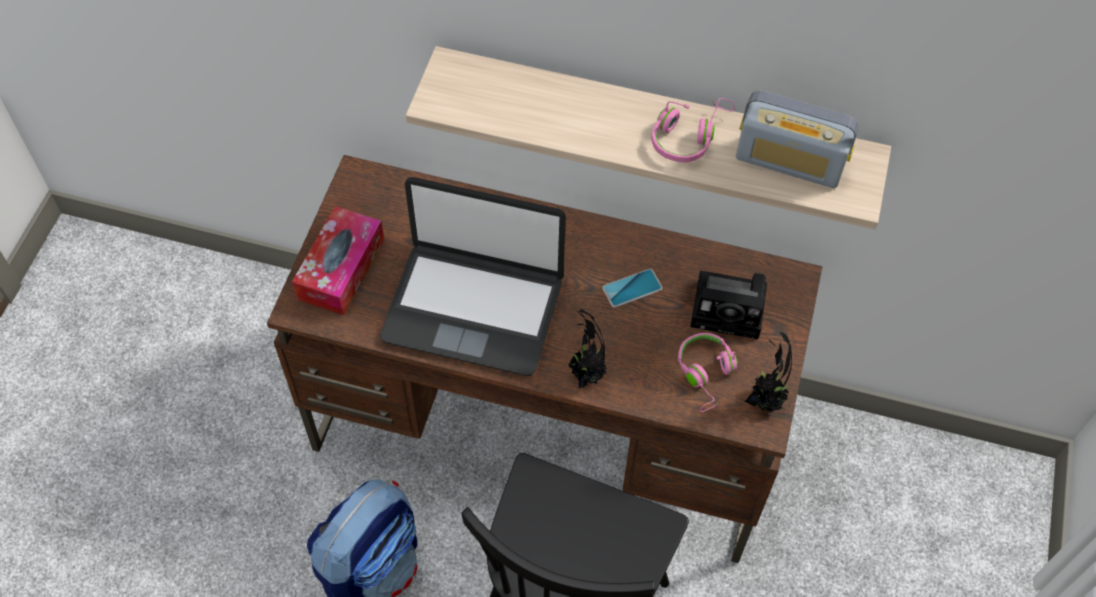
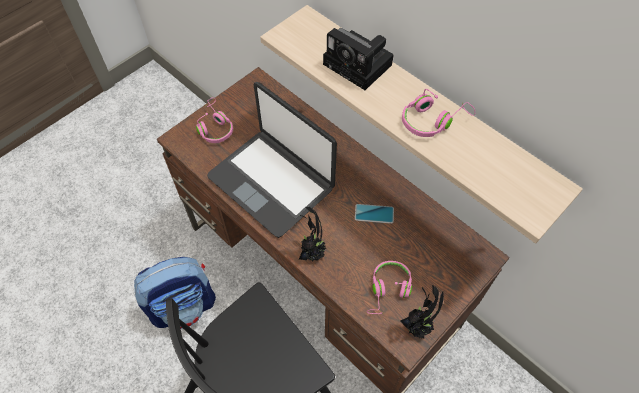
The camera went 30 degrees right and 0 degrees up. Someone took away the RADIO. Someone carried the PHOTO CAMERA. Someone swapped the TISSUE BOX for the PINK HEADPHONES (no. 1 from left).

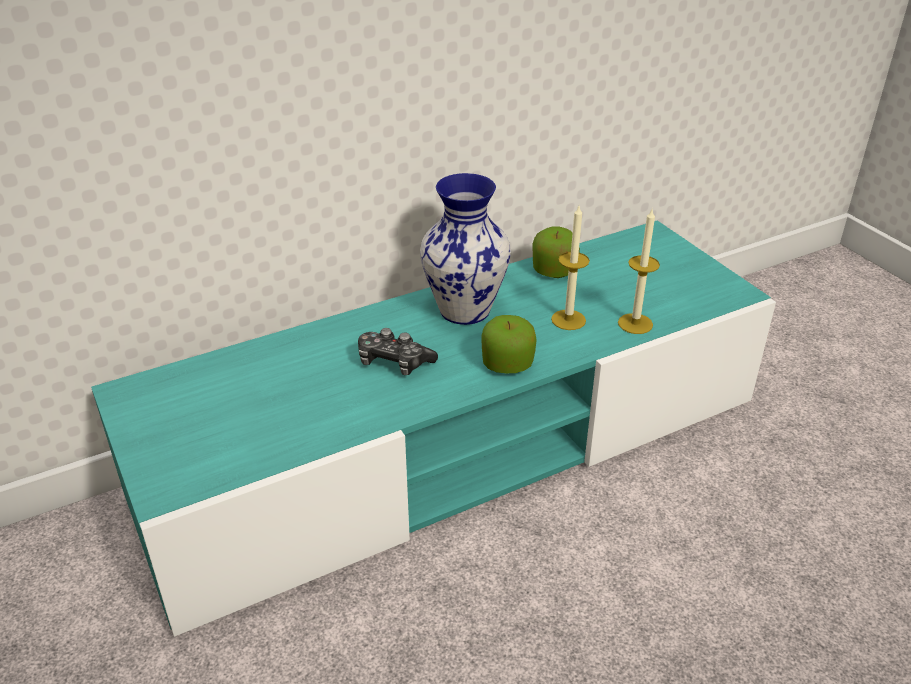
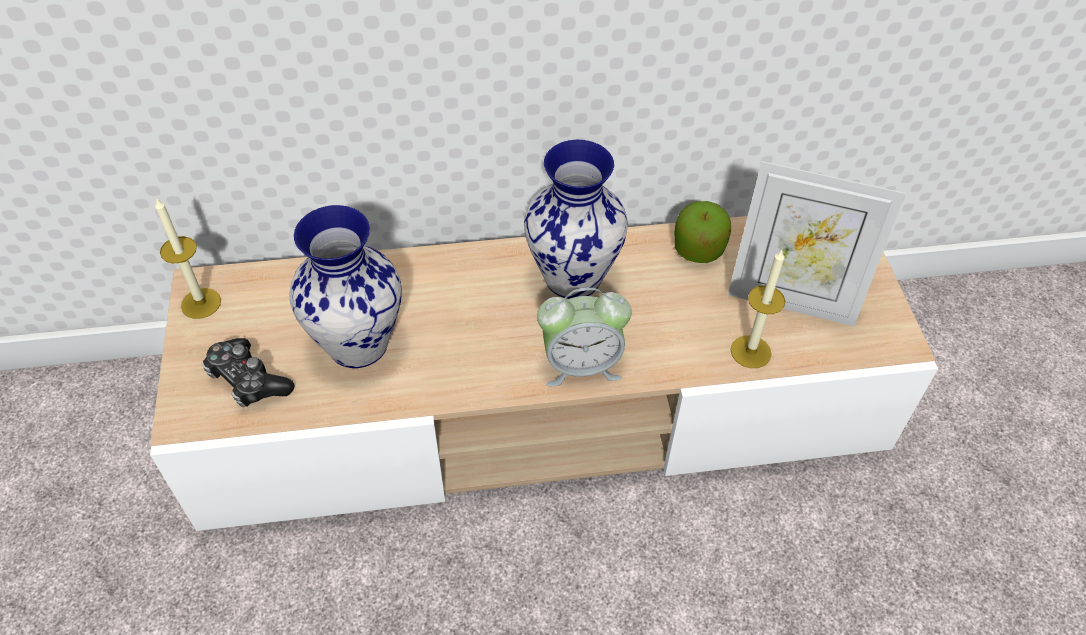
The camera went 20 degrees right and 15 degrees up. Someone put down the VASE (no. 1 from left). Someone put down the PICTURE FRAME. Someone carried the GAME CONTROLLER. Someone carried the CANDLE (no. 1 from left). Someone swapped the APPLE (no. 1 from left) for the ALARM CLOCK. Someone repainted the TURQUOISE TV STAND, which became the BEIGE TV STAND.

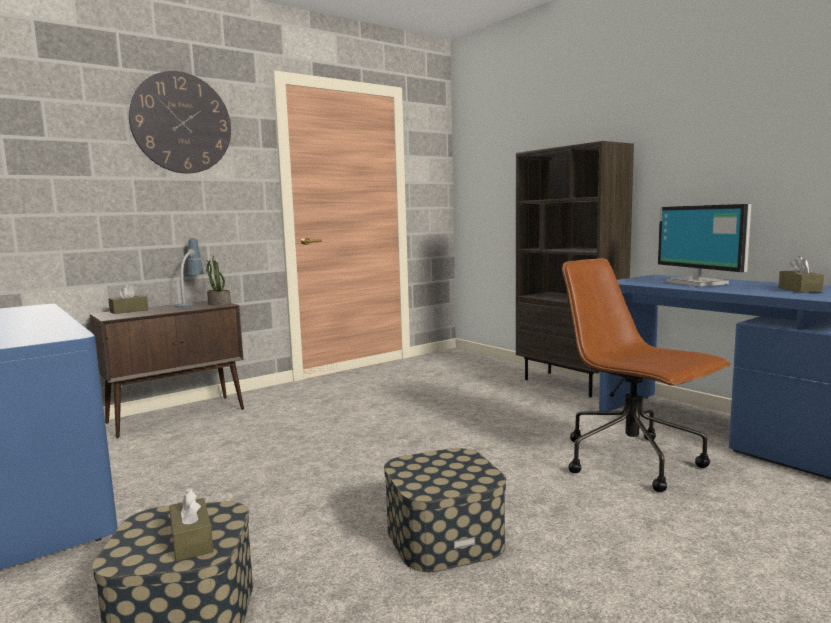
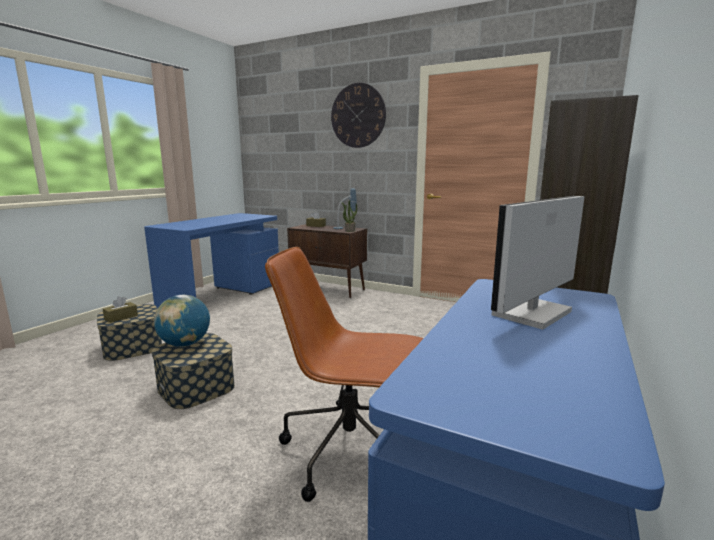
The camera went 65 degrees right and 5 degrees up. Someone took away the BROWN TISSUE BOX (no. 3 from left). Someone put down the GLOBE. Someone rotated the BROWN OFFICE CHAIR by 105 degrees counterclockwise.

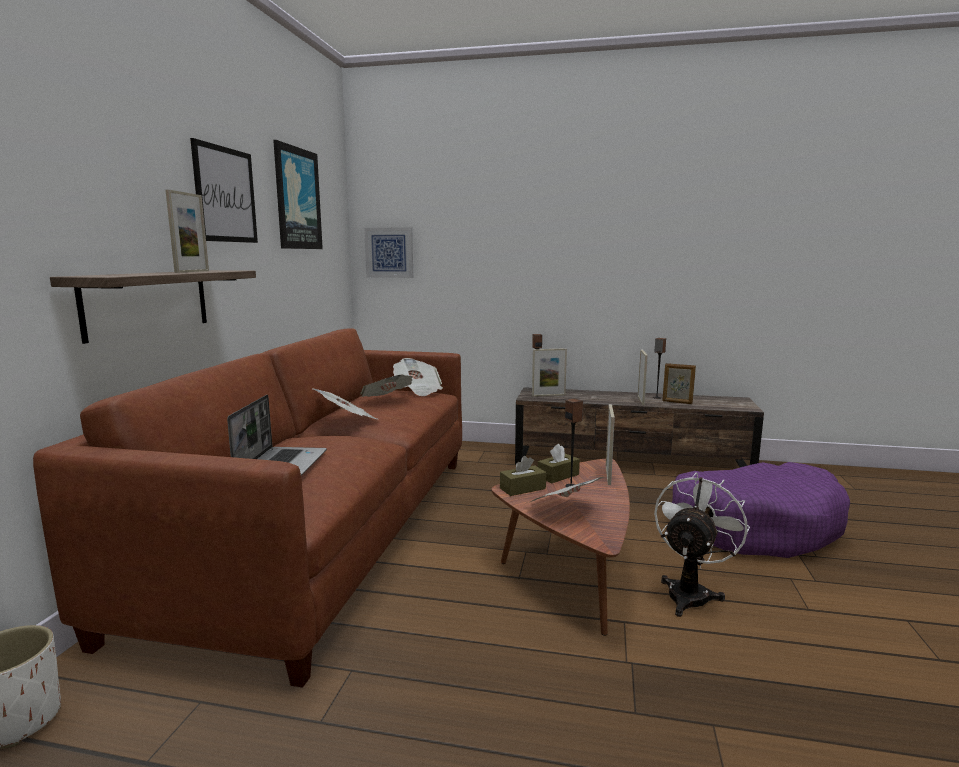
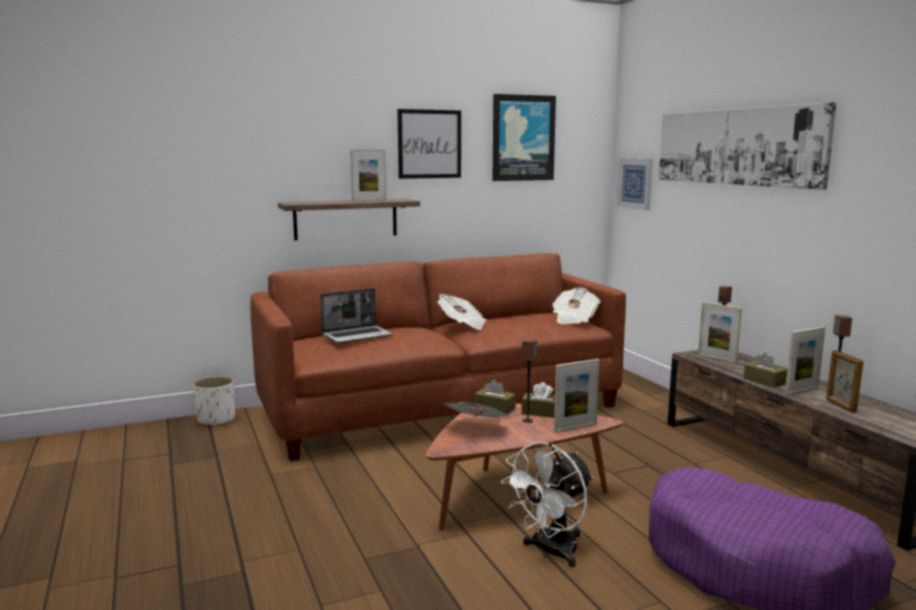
The camera went 55 degrees right and 0 degrees up. Someone took away the NEWSPAPER (no. 2 from left). Someone put up the PICTURE (no. 4 from left). Someone put down the BROWN TISSUE BOX (no. 3 from left). Someone rotated the WHITE FAN by 135 degrees clockwise.

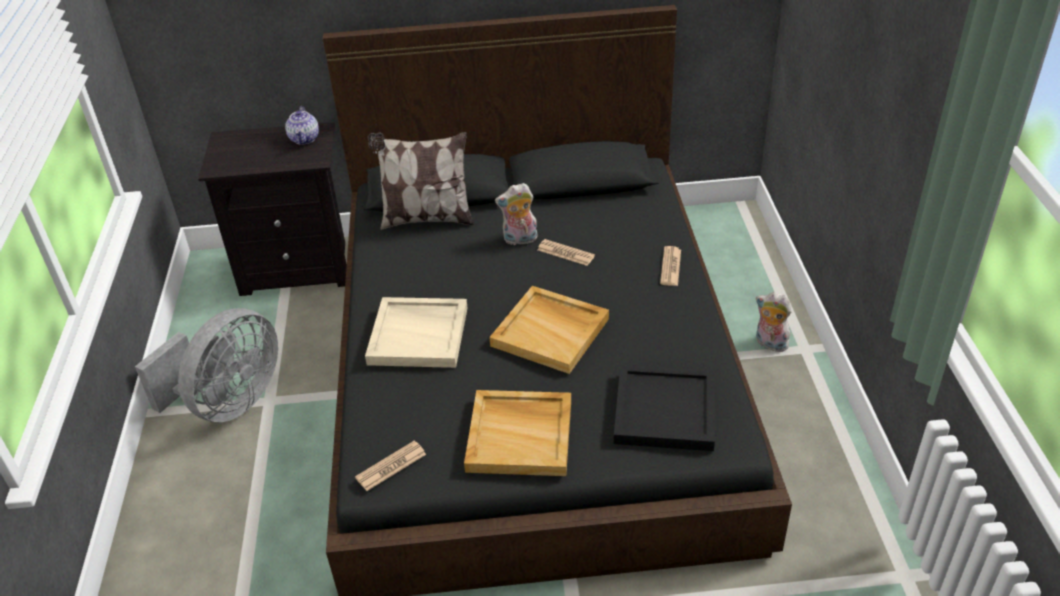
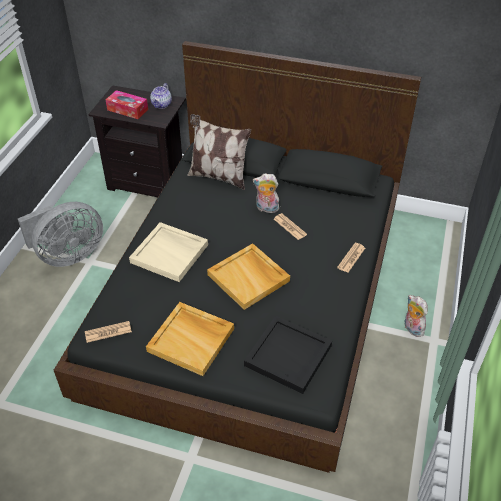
The camera went 20 degrees right and 5 degrees up. Someone put down the TISSUE BOX.

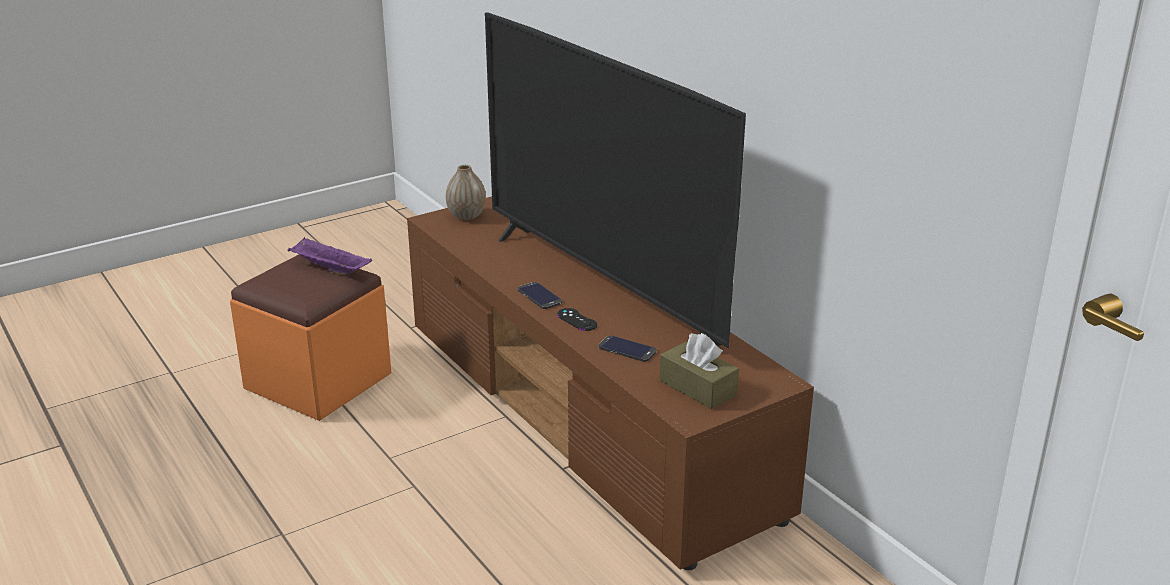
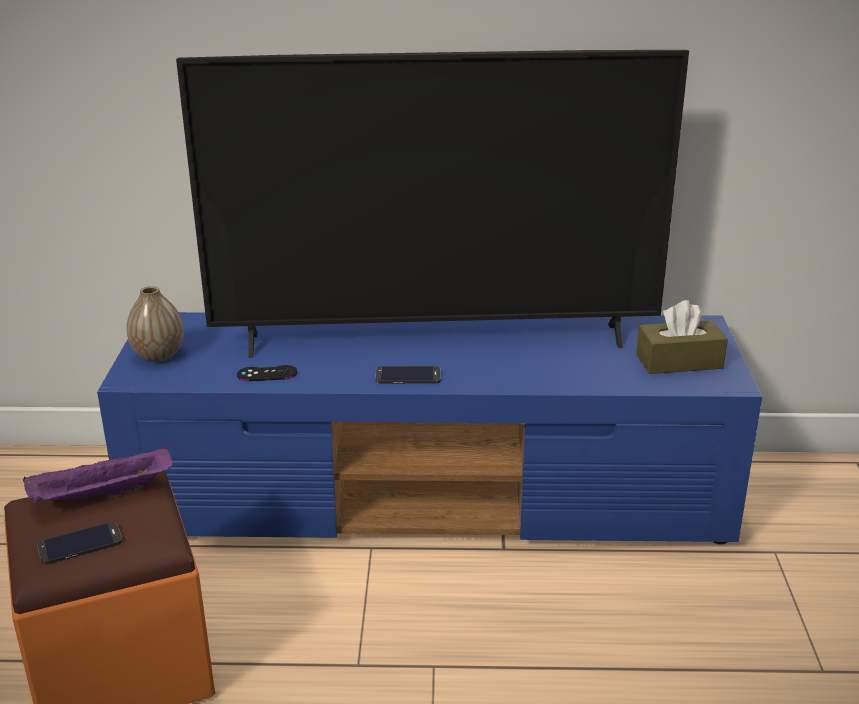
The camera went 55 degrees left and 0 degrees up. Someone carried the BLACK GAME CONTROLLER. Someone carried the PHONE (no. 2 from left in the first image). Someone repainted the BROWN TV STAND, which became the BLUE TV STAND.

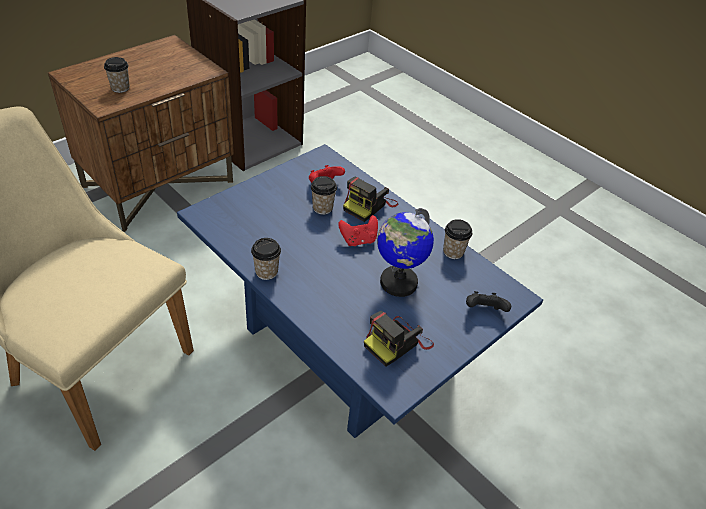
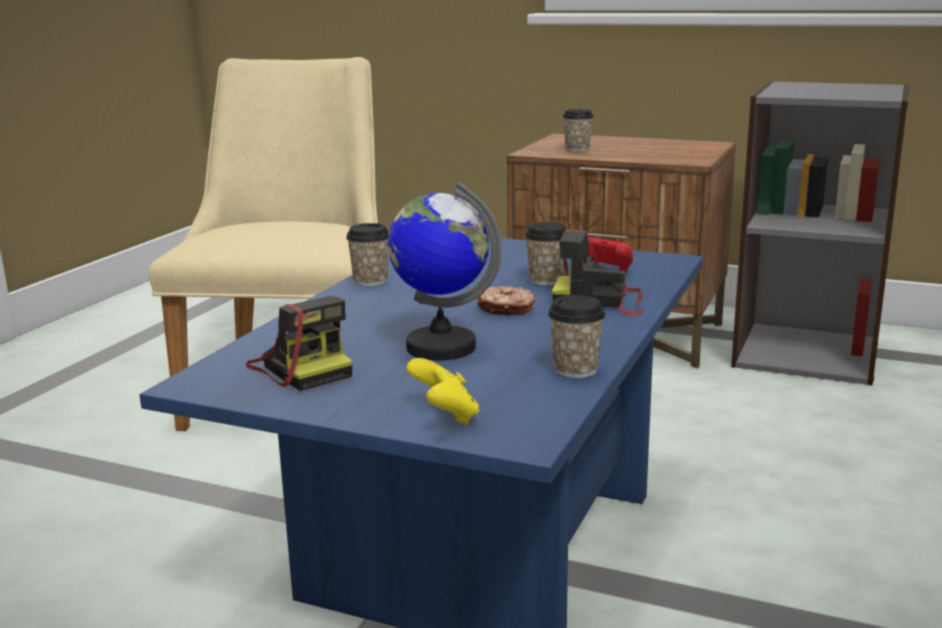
The camera went 70 degrees right and 25 degrees down. Someone swapped the RED GAME CONTROLLER (no. 2 from left) for the DONUT. Someone repainted the BLACK GAME CONTROLLER, which became the YELLOW GAME CONTROLLER. Someone rotated the PHOTO CAMERA (no. 2 from left in the first image) by 150 degrees counterclockwise.

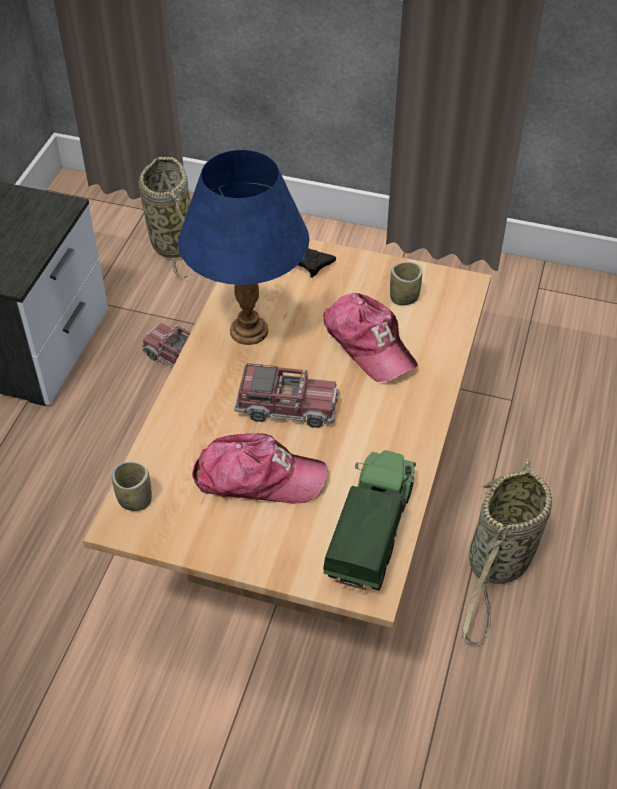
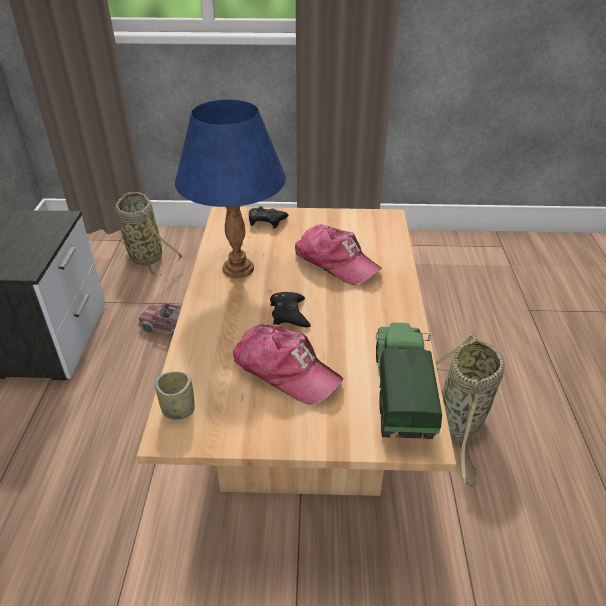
The camera went 15 degrees left and 10 degrees down. Someone took away the CUP (no. 2 from left). Someone swapped the TOY TRUCK (no. 2 from left) for the BLACK GAME CONTROLLER (no. 2 from left). Someone rotated the CAP (no. 1 from left) by 45 degrees clockwise.

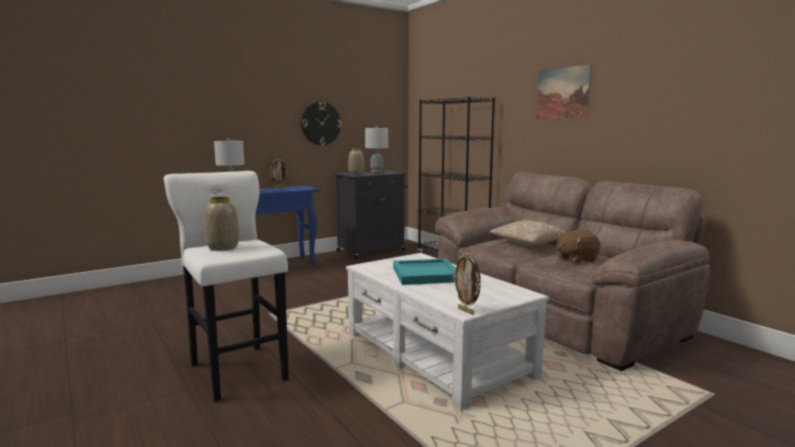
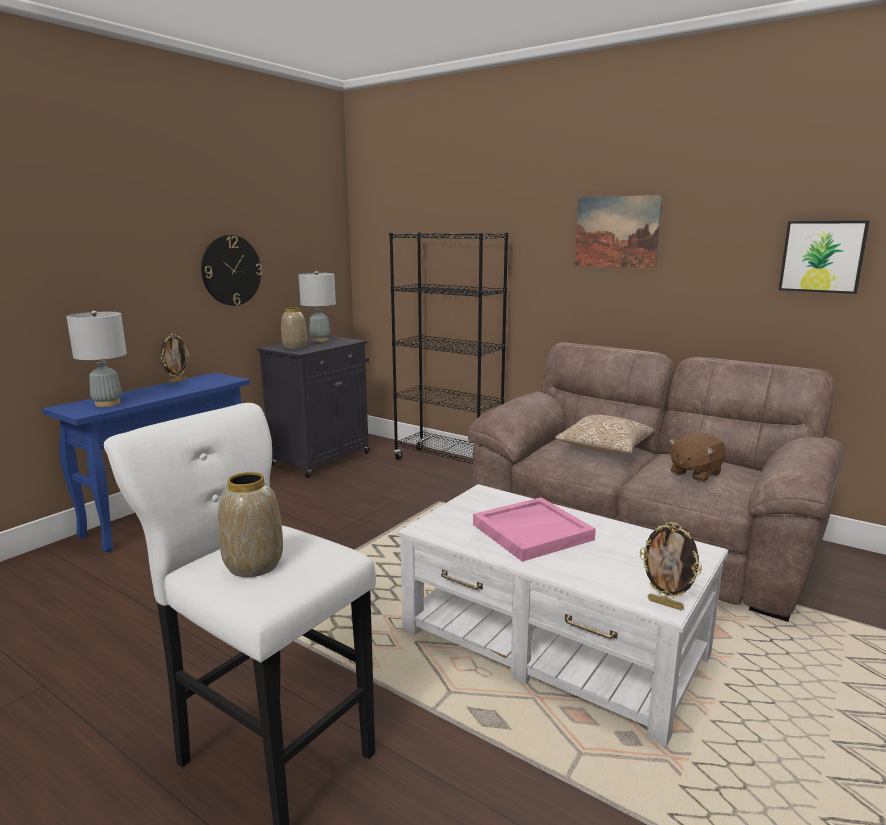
The camera went 20 degrees left and 5 degrees up. Someone put up the PICTURE (no. 2 from left). Someone repainted the TURQUOISE TRAY, which became the PINK TRAY.

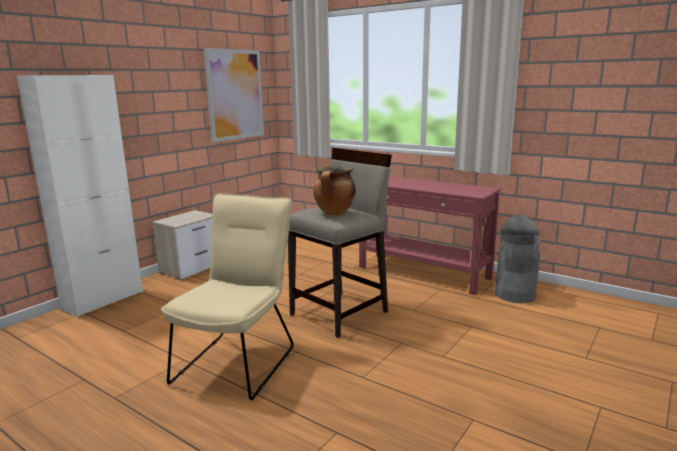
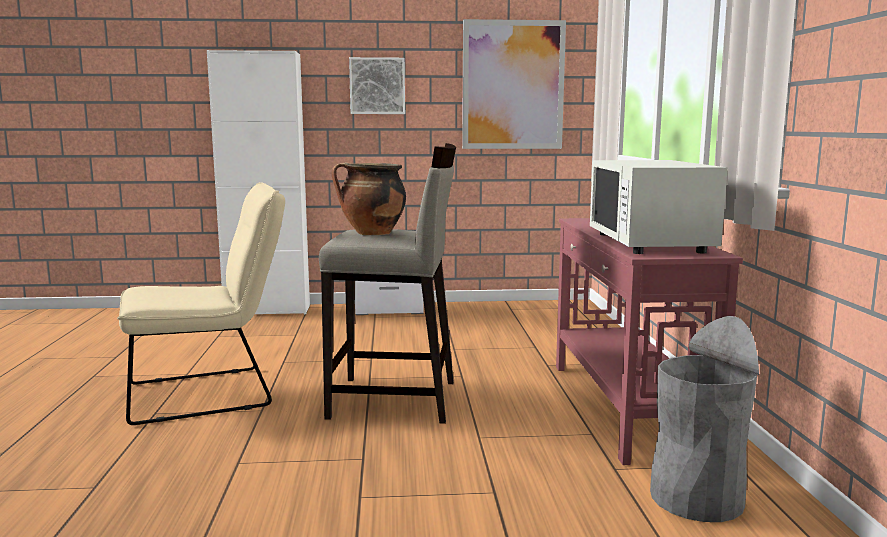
The camera went 50 degrees right and 5 degrees down. Someone put up the PICTURE (no. 1 from left). Someone put down the WHITE MICROWAVE.

